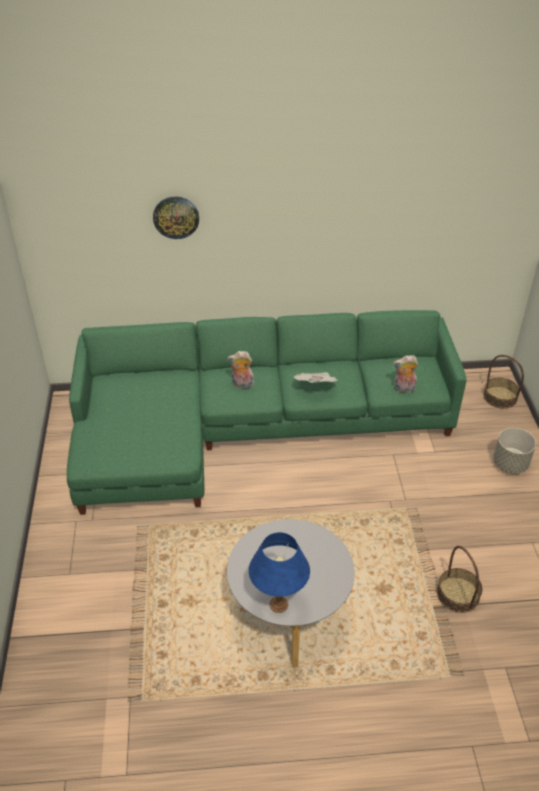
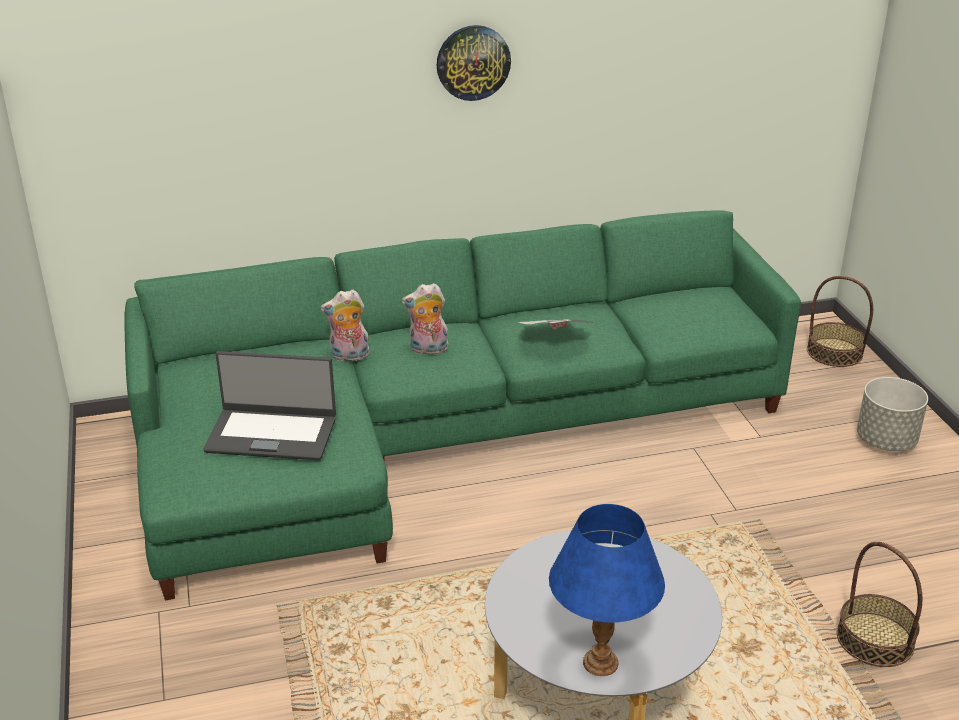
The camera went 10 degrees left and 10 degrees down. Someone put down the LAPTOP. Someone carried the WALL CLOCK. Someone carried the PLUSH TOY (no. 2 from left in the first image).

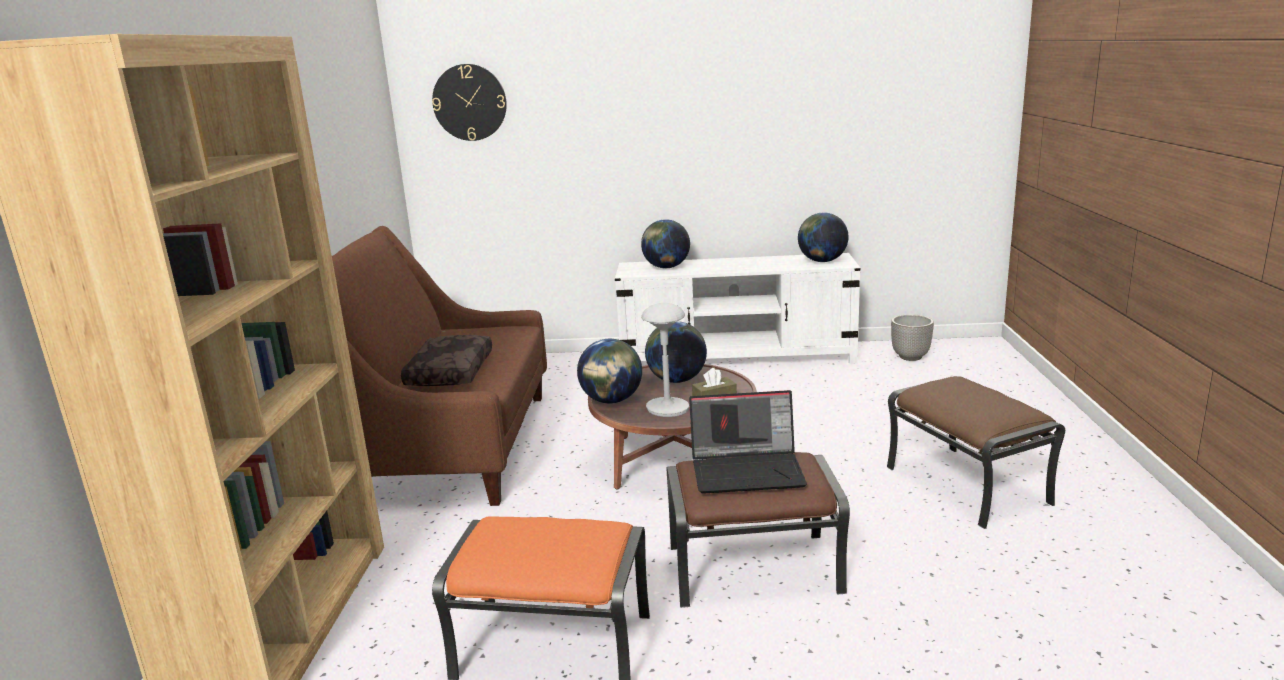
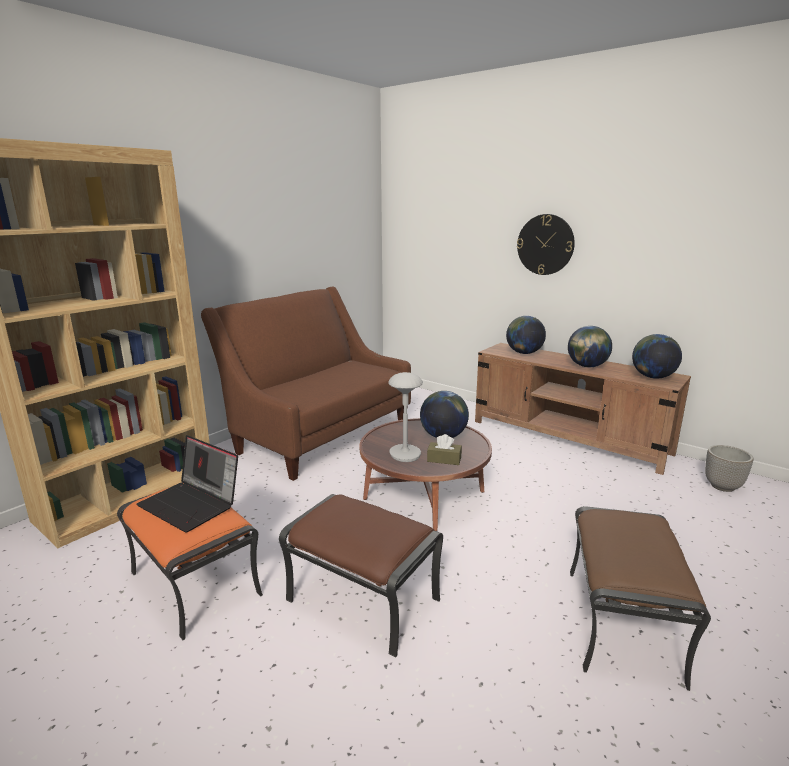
The camera went 35 degrees right and 0 degrees up. Someone took away the BROWN PILLOW. Someone carried the WALL CLOCK. Someone carried the GLOBE (no. 1 from left in the first image). Someone carried the LAPTOP. Someone repainted the WHITE TV STAND, which became the BROWN TV STAND.

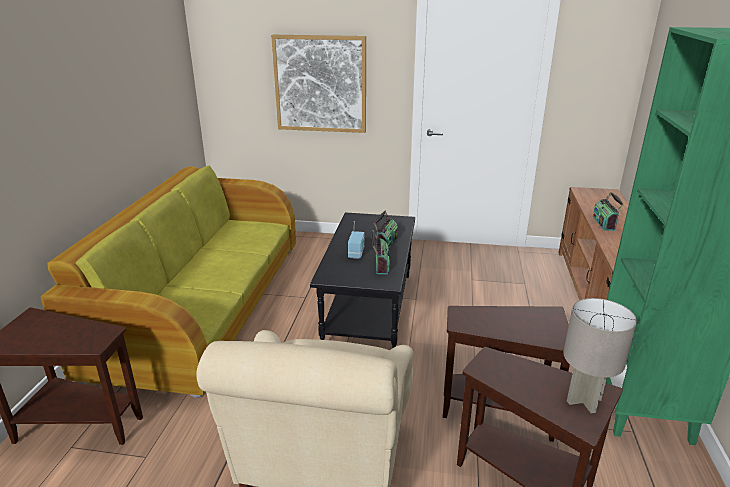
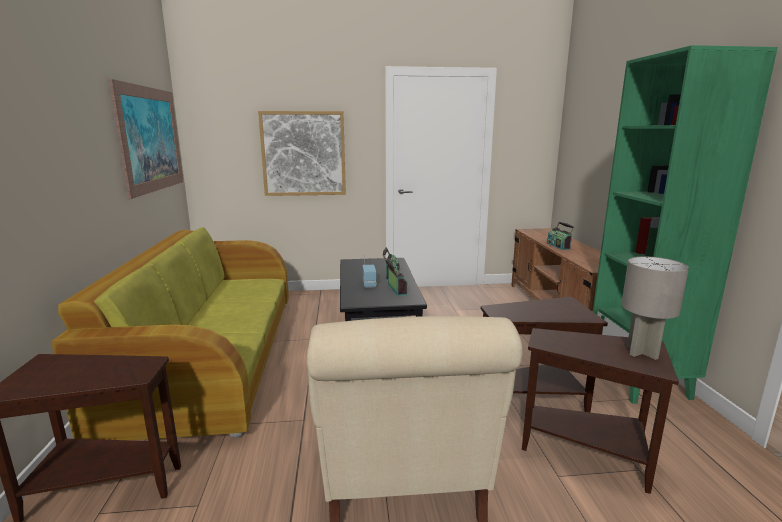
The camera went 15 degrees left and 10 degrees down. Someone put up the PICTURE (no. 1 from left).

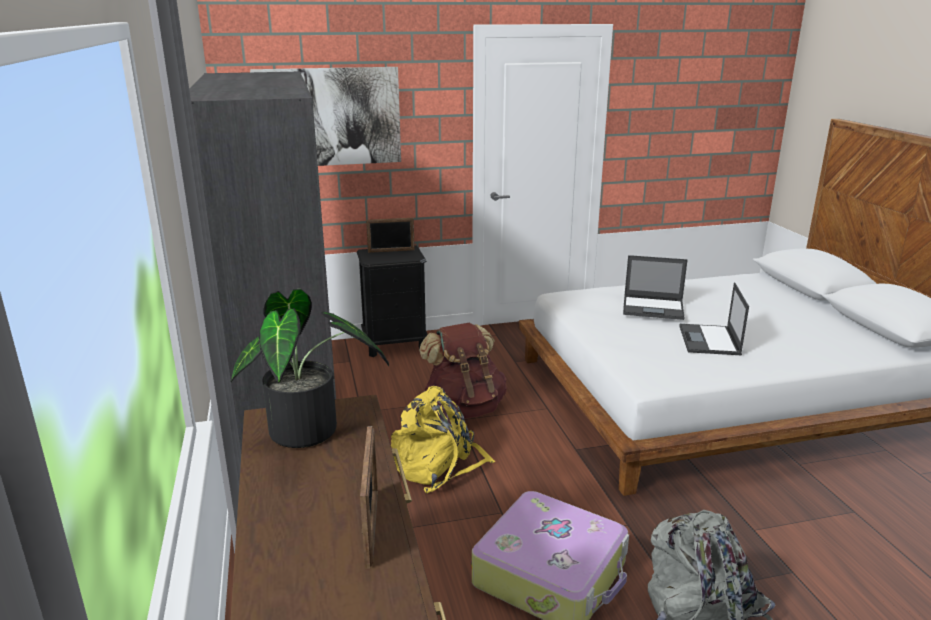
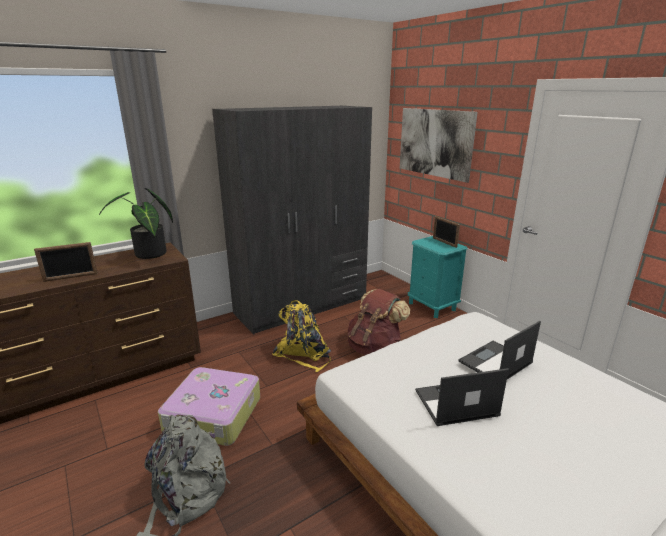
The camera went 70 degrees right and 0 degrees up. Someone repainted the BLACK NIGHTSTAND, which became the TURQUOISE NIGHTSTAND. Someone rotated the LAPTOP (no. 1 from left in the first image) by 60 degrees clockwise.

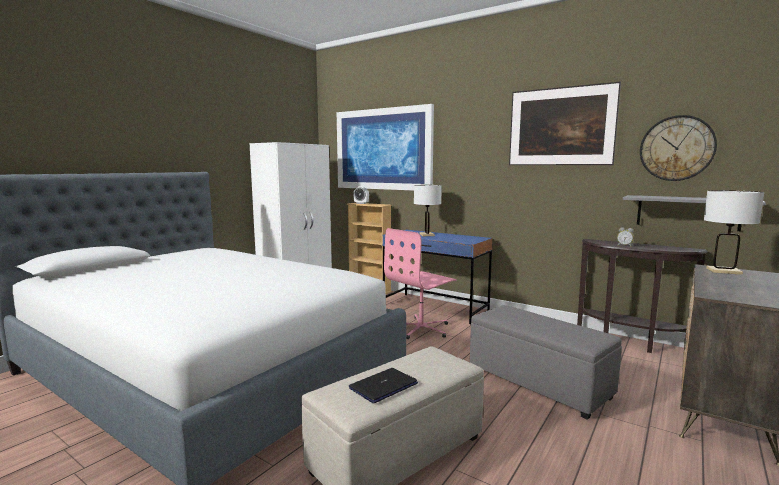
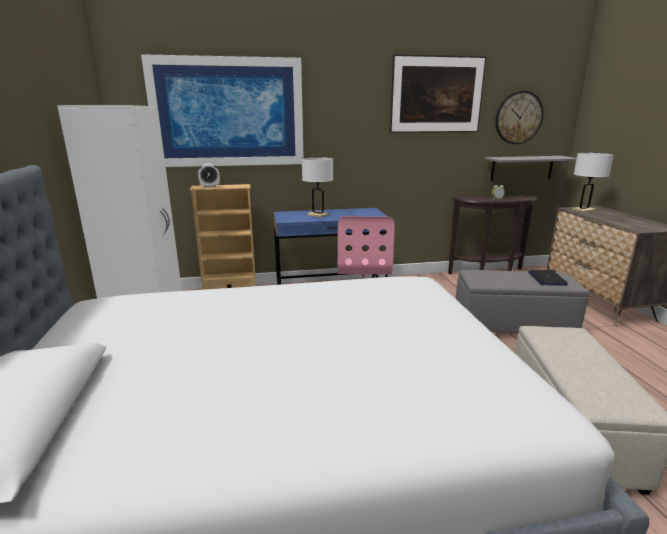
The camera went 45 degrees left and 10 degrees up. Someone carried the LAPTOP.

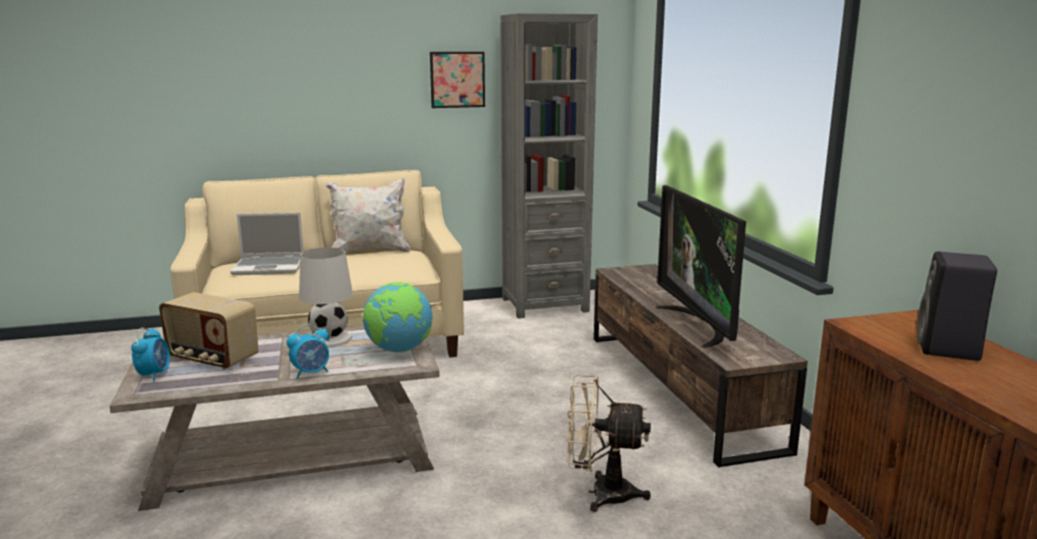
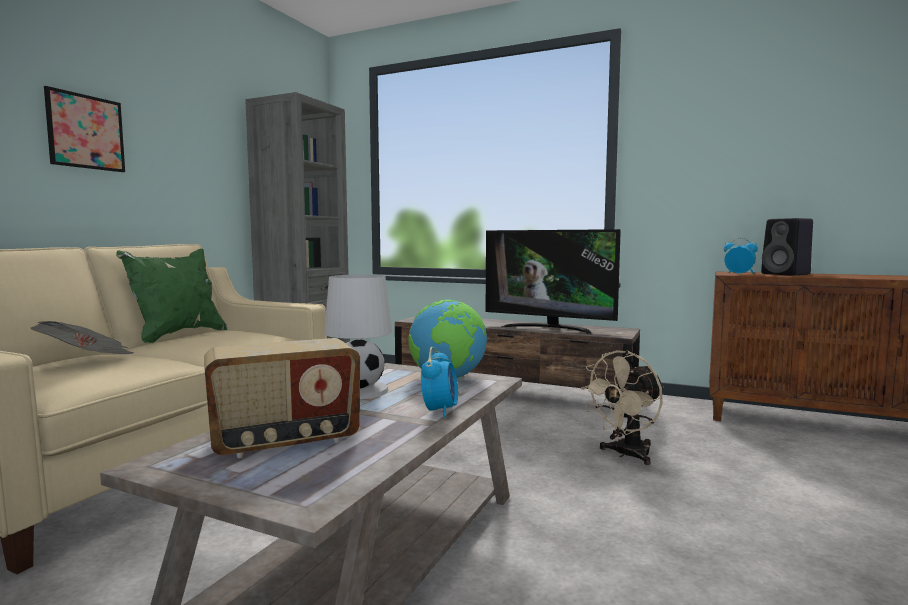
The camera went 50 degrees left and 10 degrees down. Someone carried the ALARM CLOCK (no. 1 from left in the first image). Someone carried the PICTURE. Someone swapped the LAPTOP for the NEWSPAPER. Someone repainted the WHITE PILLOW, which became the GREEN PILLOW.

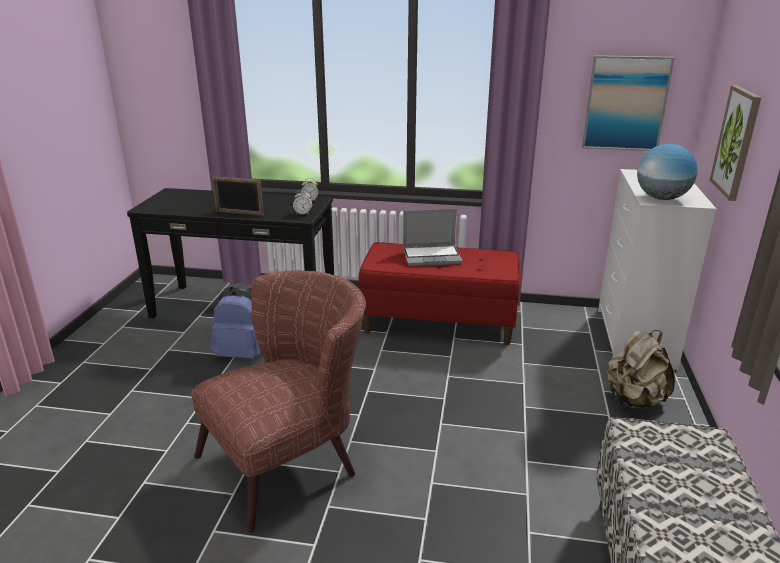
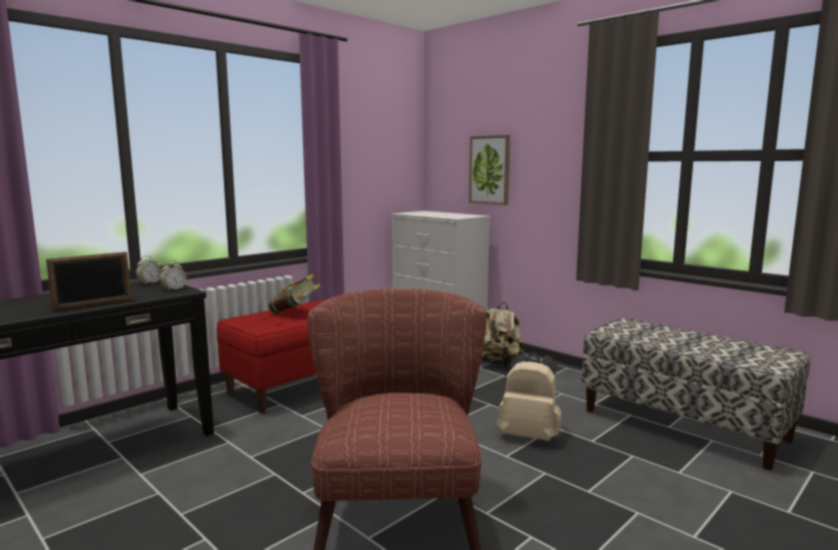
The camera went 55 degrees left and 15 degrees down. Someone took away the BLUE BACKPACK. Someone took away the PICTURE (no. 1 from left). Someone took away the GLOBE. Someone put down the BEIGE BACKPACK (no. 2 from left). Someone swapped the LAPTOP for the BOOK.

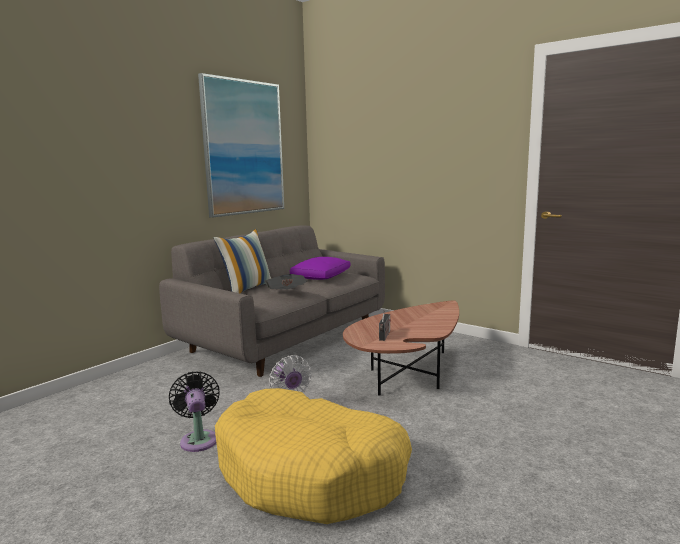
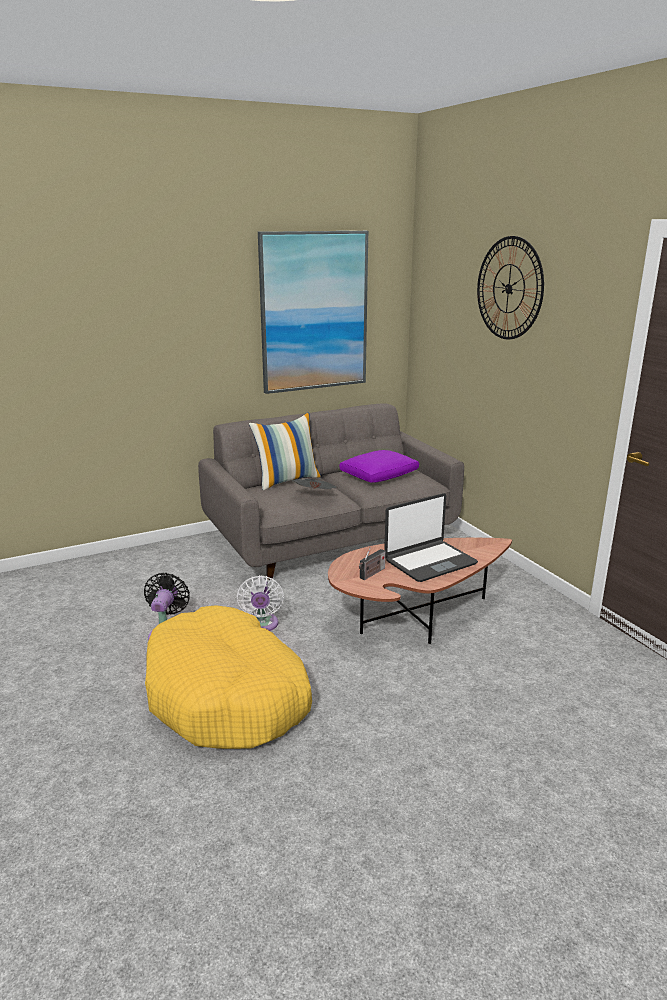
The camera went 25 degrees right and 10 degrees up. Someone put down the LAPTOP. Someone put up the WALL CLOCK.

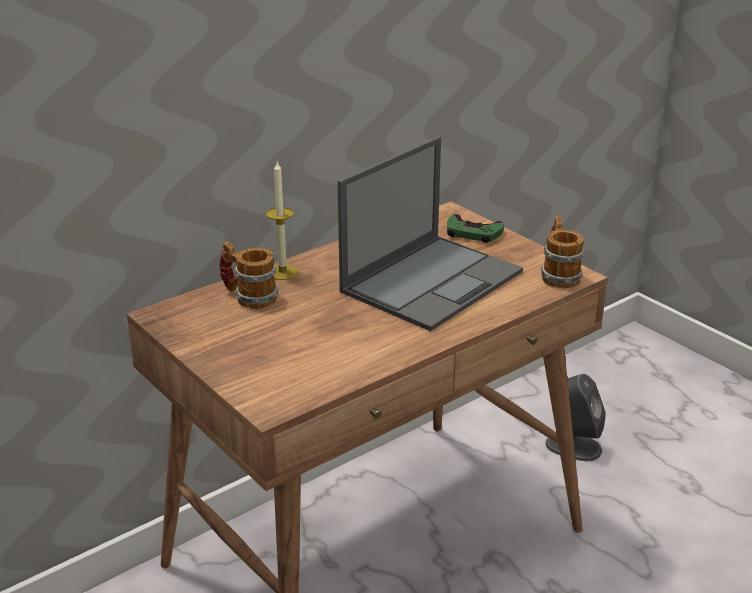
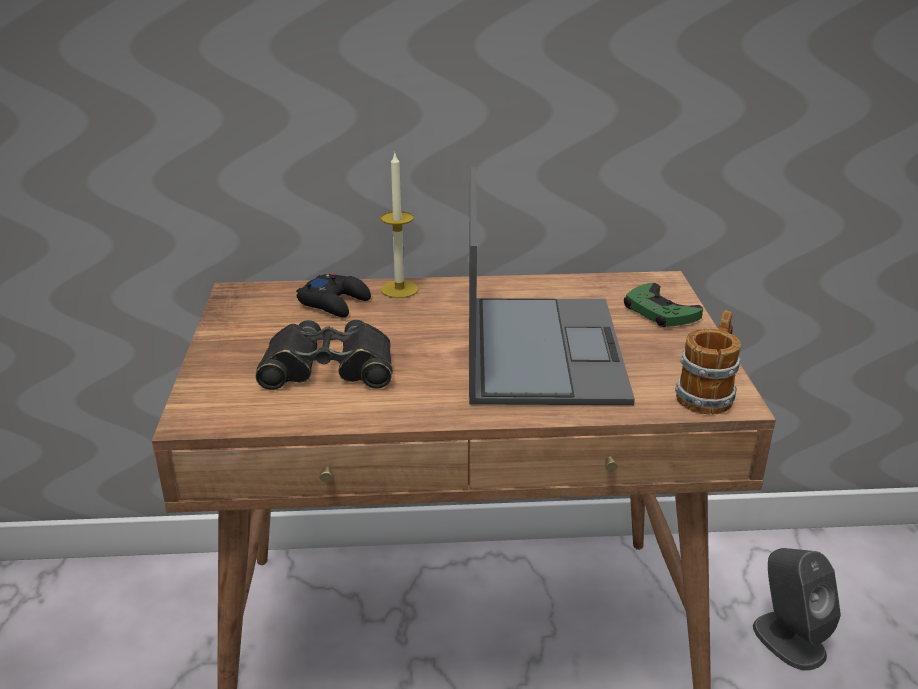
The camera went 35 degrees right and 0 degrees up. Someone put down the BLACK BINOCULARS. Someone swapped the MUG (no. 1 from left) for the BLACK GAME CONTROLLER. Someone rotated the LAPTOP by 75 degrees counterclockwise.

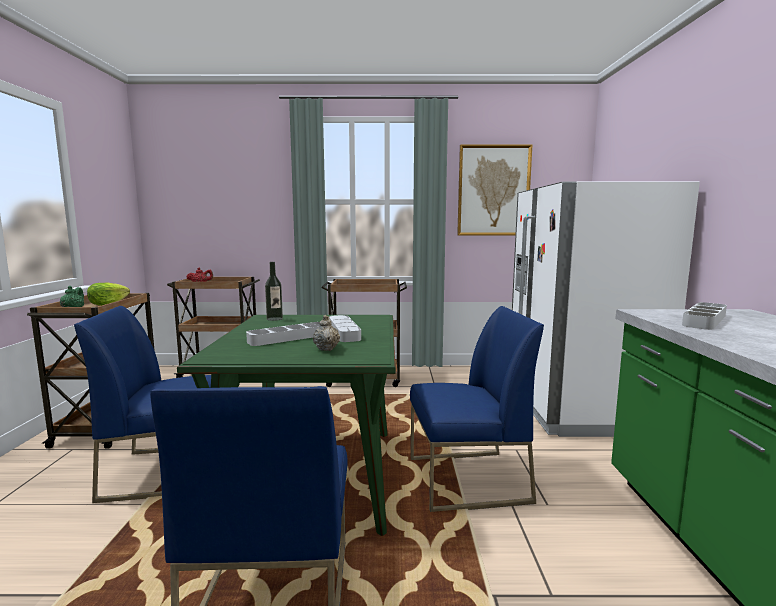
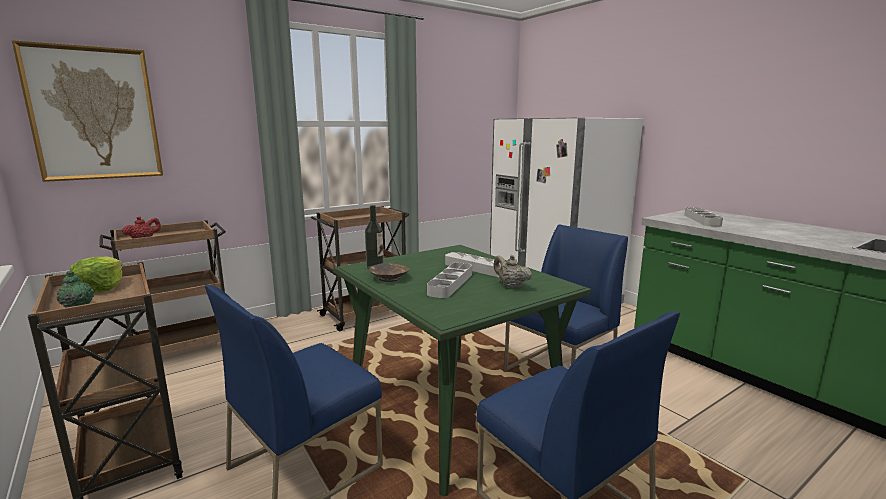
The camera went 35 degrees left and 5 degrees up. Someone put down the BROWN BOWL. Someone carried the PICTURE.

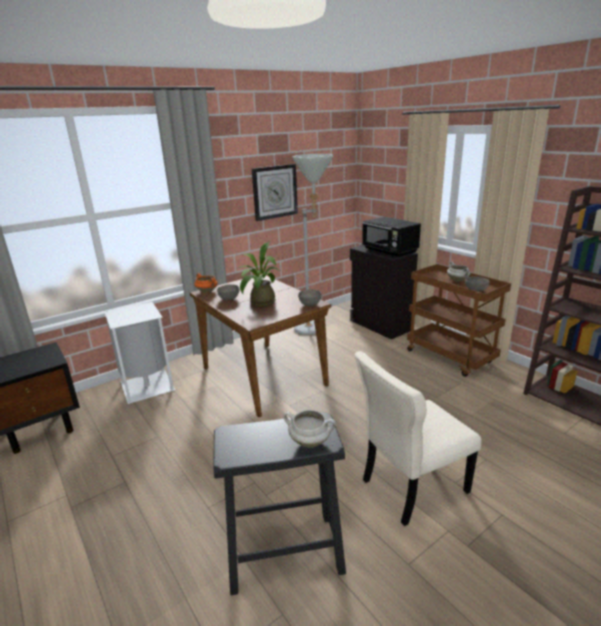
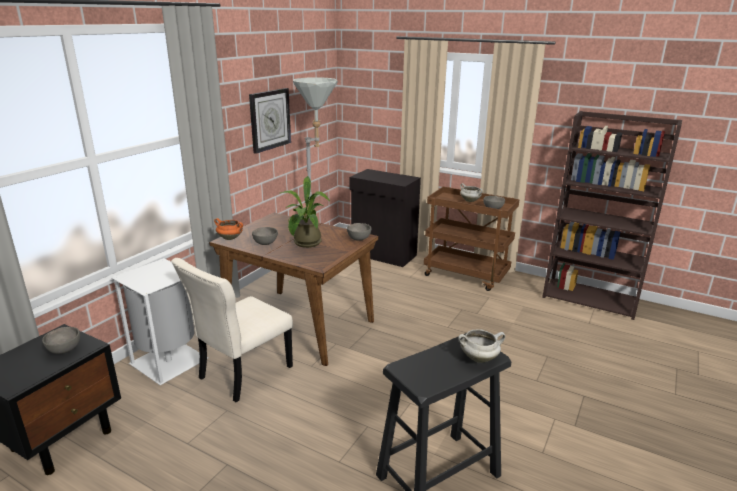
The camera went 25 degrees left and 0 degrees up. Someone took away the BLACK MICROWAVE. Someone put down the GREY BOWL (no. 1 from left). Someone carried the BEIGE CHAIR.

